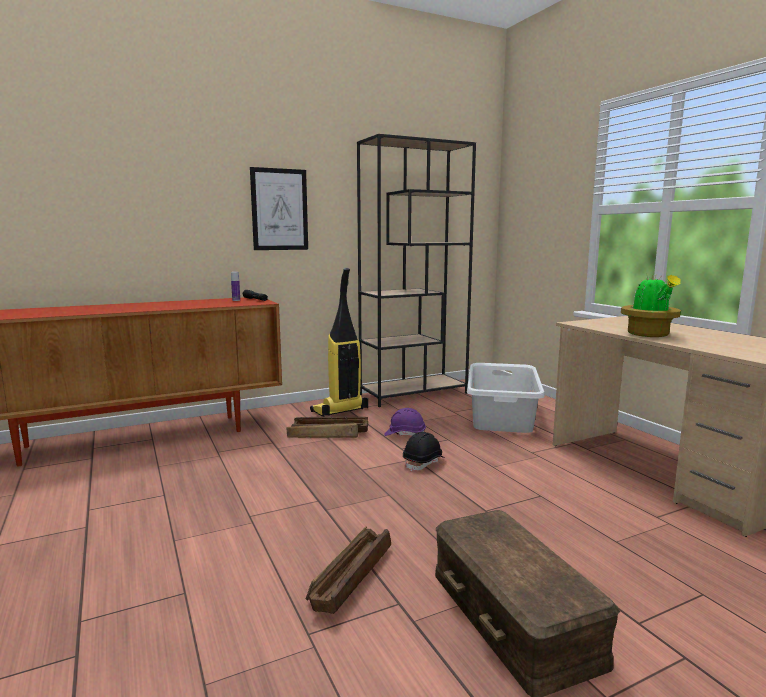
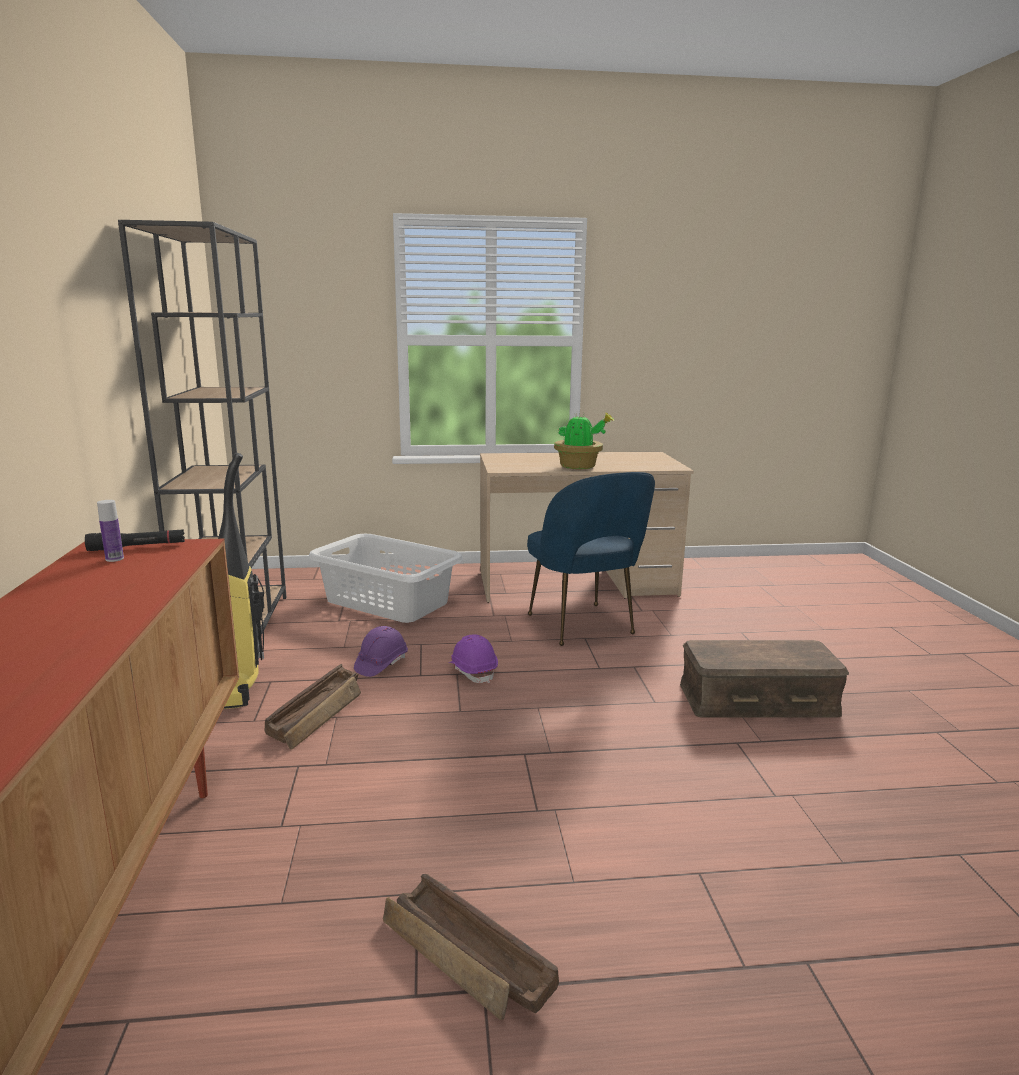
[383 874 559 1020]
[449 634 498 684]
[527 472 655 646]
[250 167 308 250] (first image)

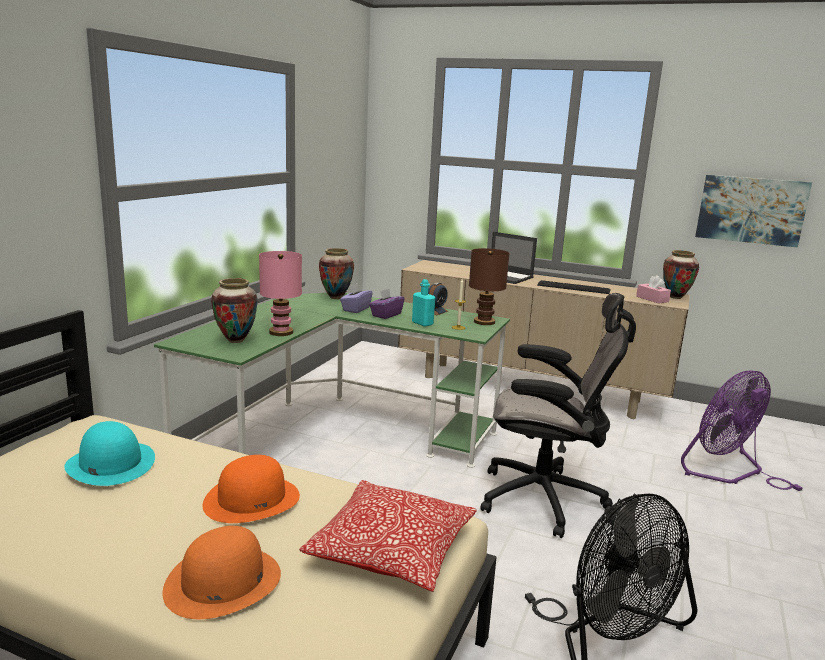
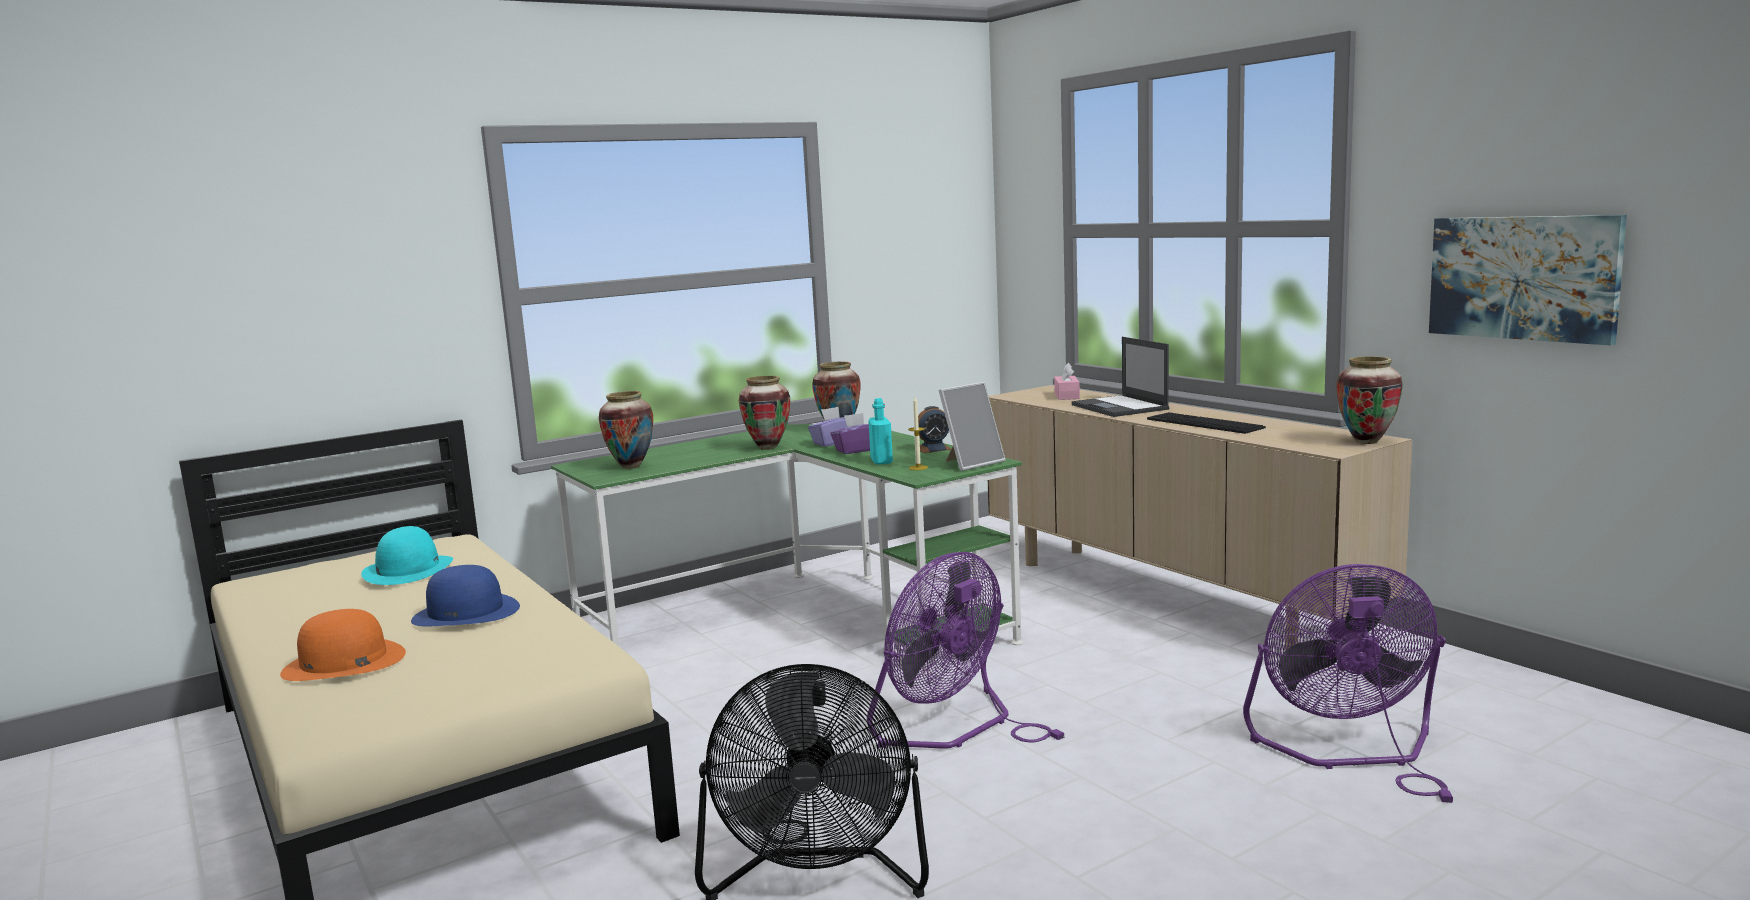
[411 565 520 626]
[739 376 790 450]
[867 552 1065 749]
[939 382 1006 471]
[1054 363 1080 400]
[259 251 302 336] (first image)
[299 480 477 592] (first image)

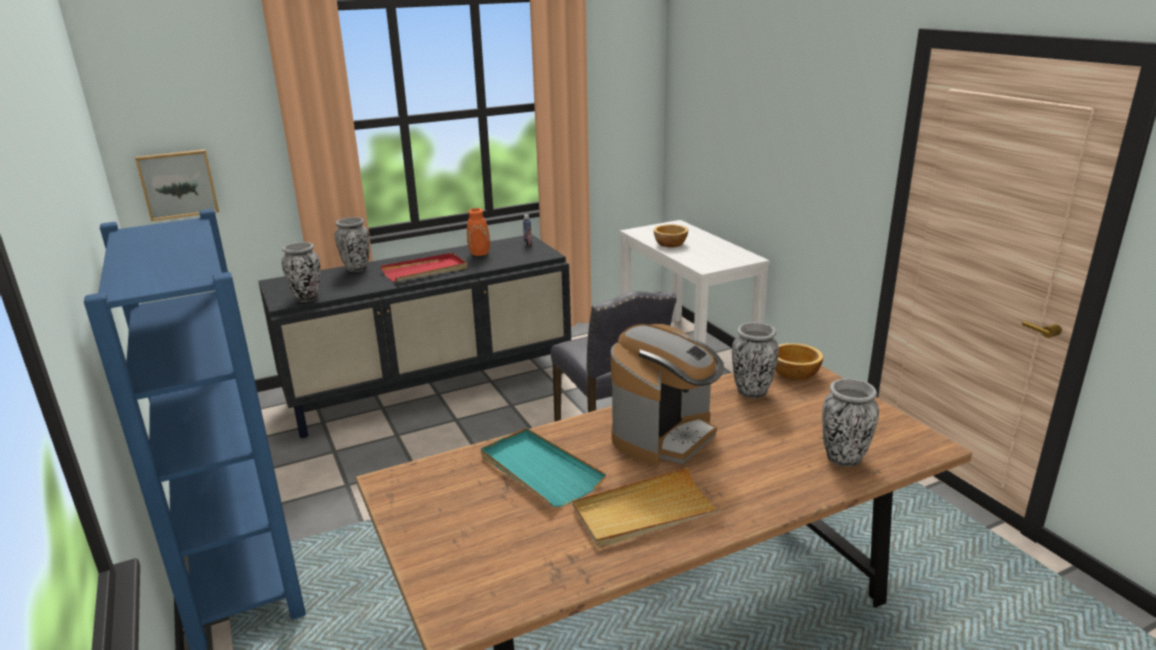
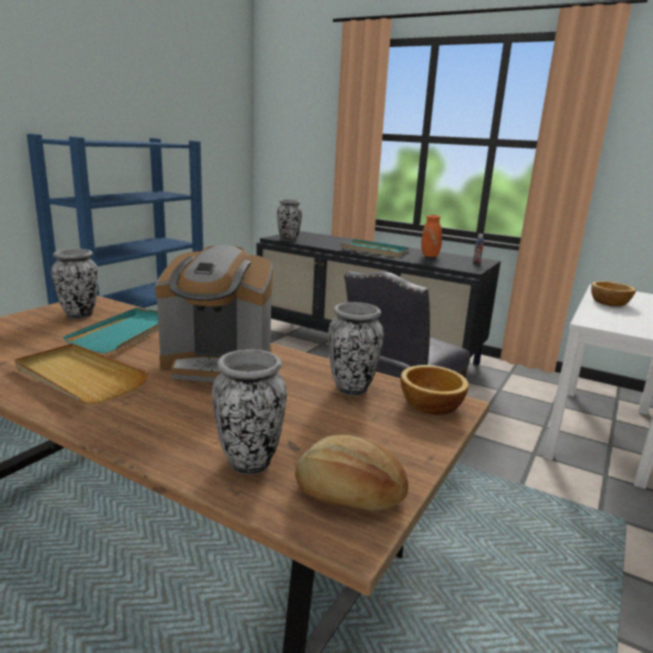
[51 249 98 319]
[295 434 408 511]
[340 239 409 257]
[135 149 219 221] (first image)

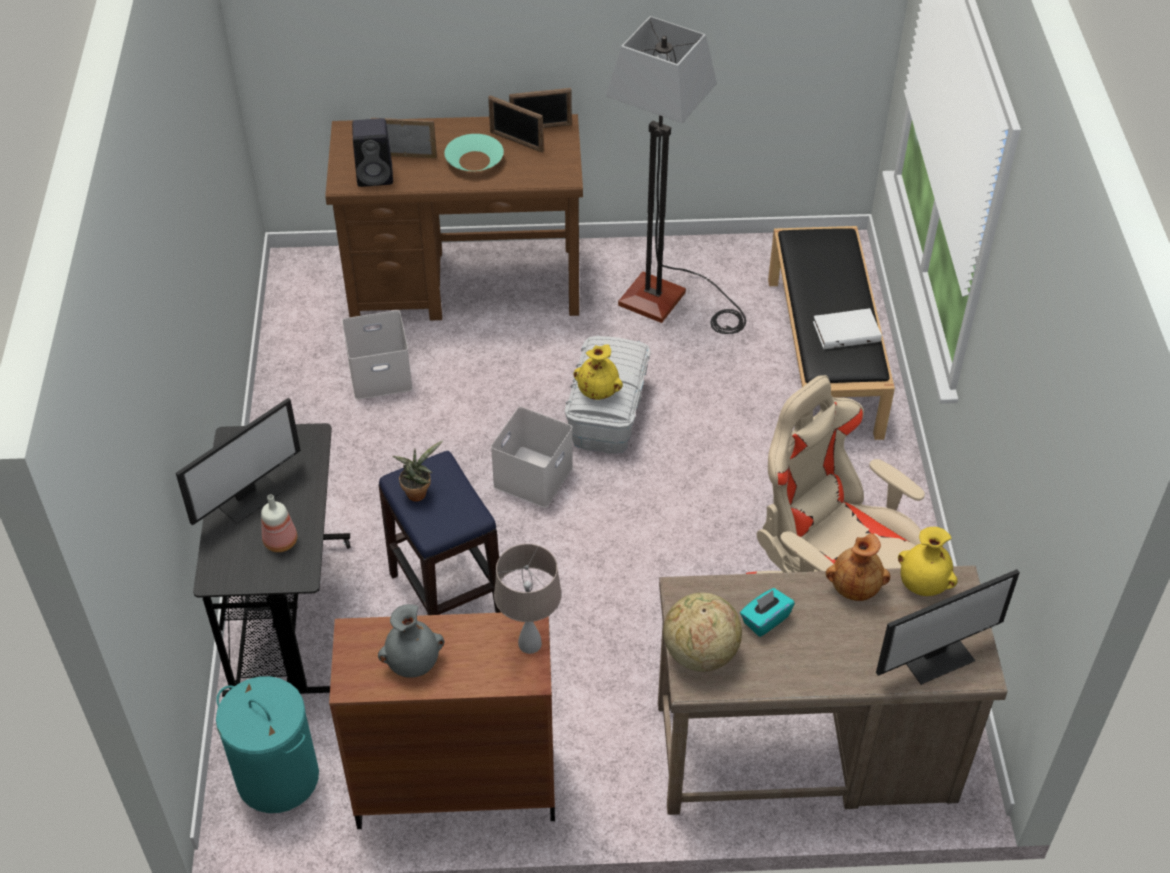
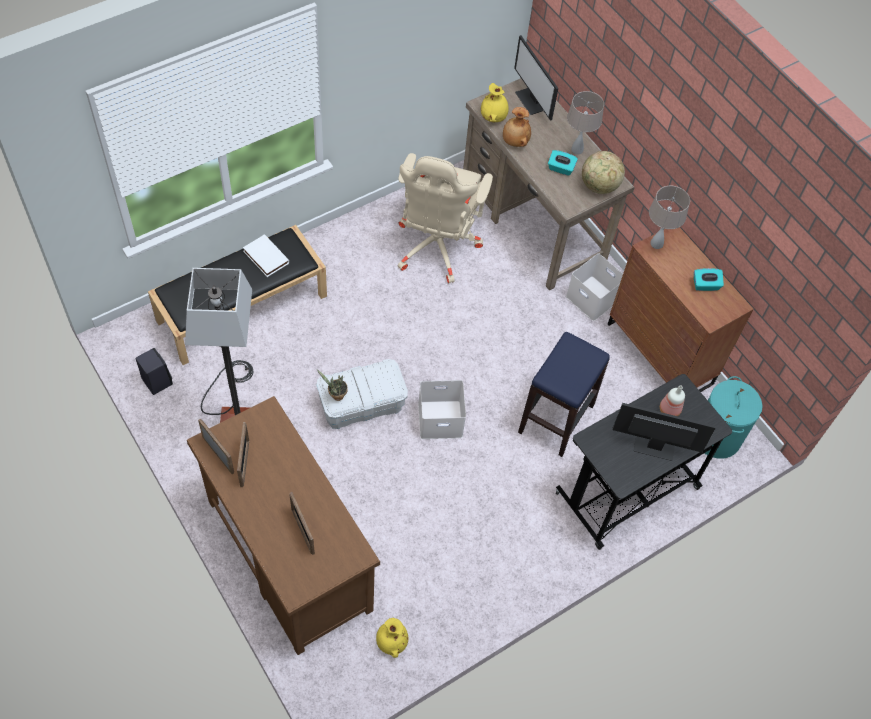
[135 348 173 395]
[317 369 348 401]
[376 618 408 658]
[514 35 558 121]
[566 253 623 321]
[567 91 604 154]
[694 268 724 291]
[444 134 504 171] (first image)

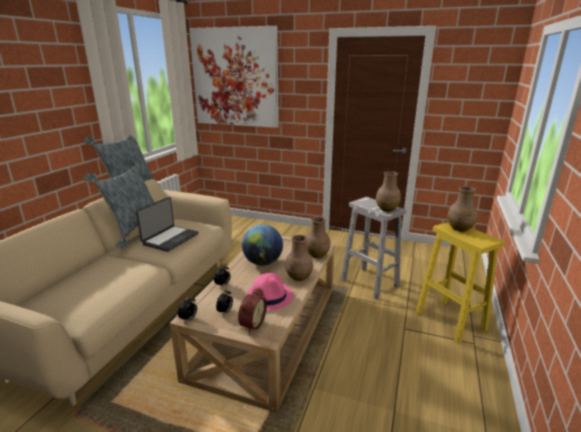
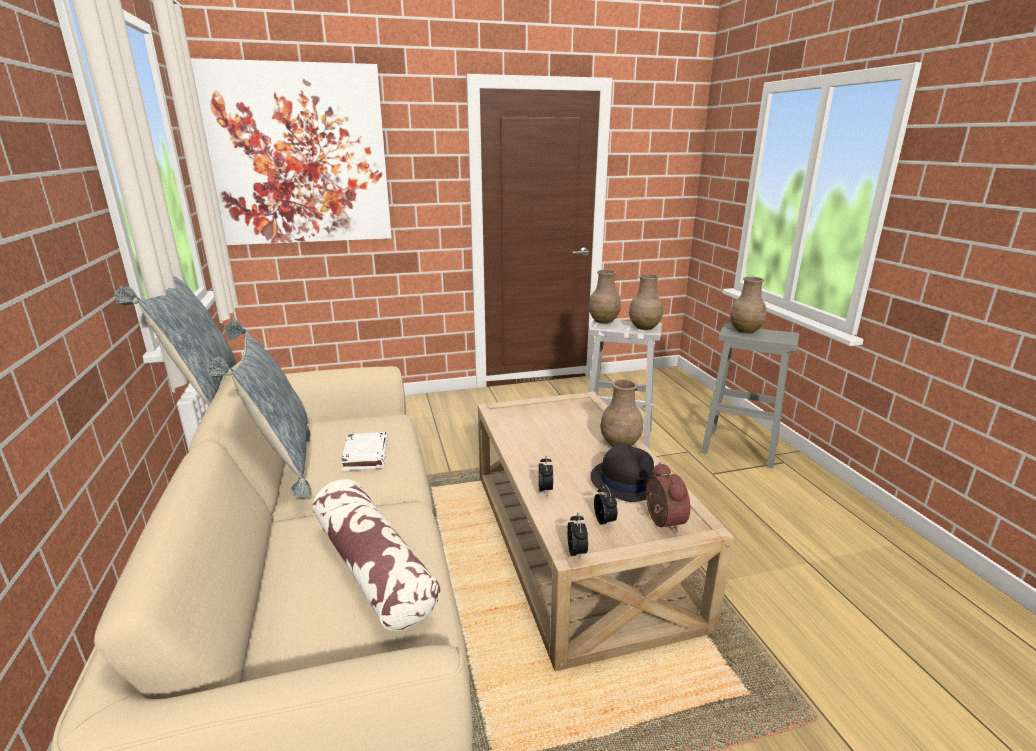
[313 479 440 631]
[341 432 388 471]
[588 270 621 324]
[590 444 661 502]
[701 324 799 469]
[242 224 283 266] (first image)

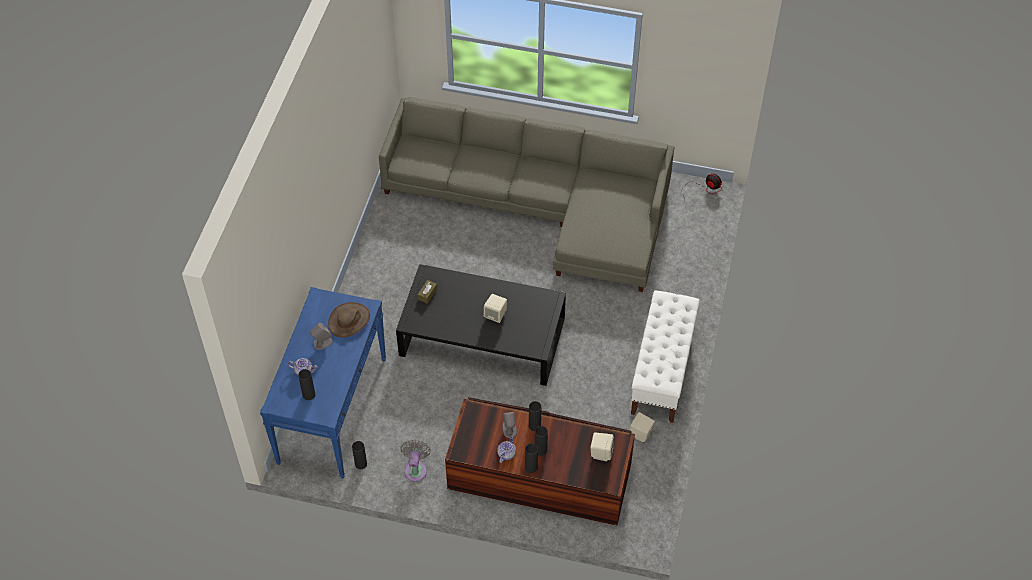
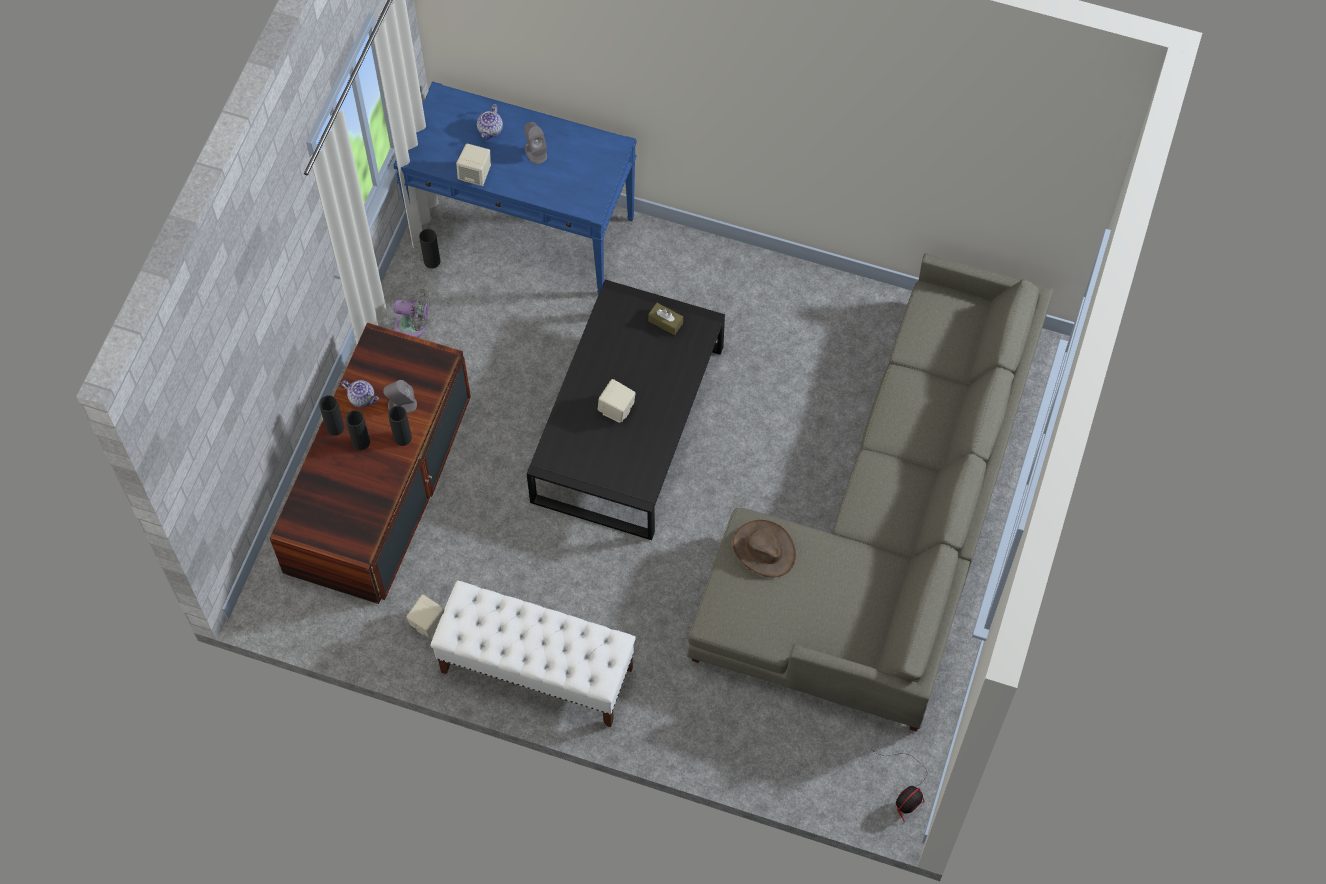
[456 143 491 186]
[733 520 796 578]
[298 369 315 400] (first image)

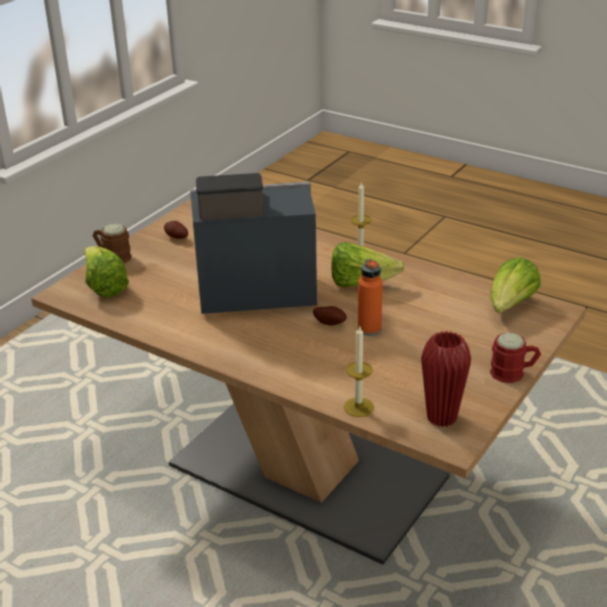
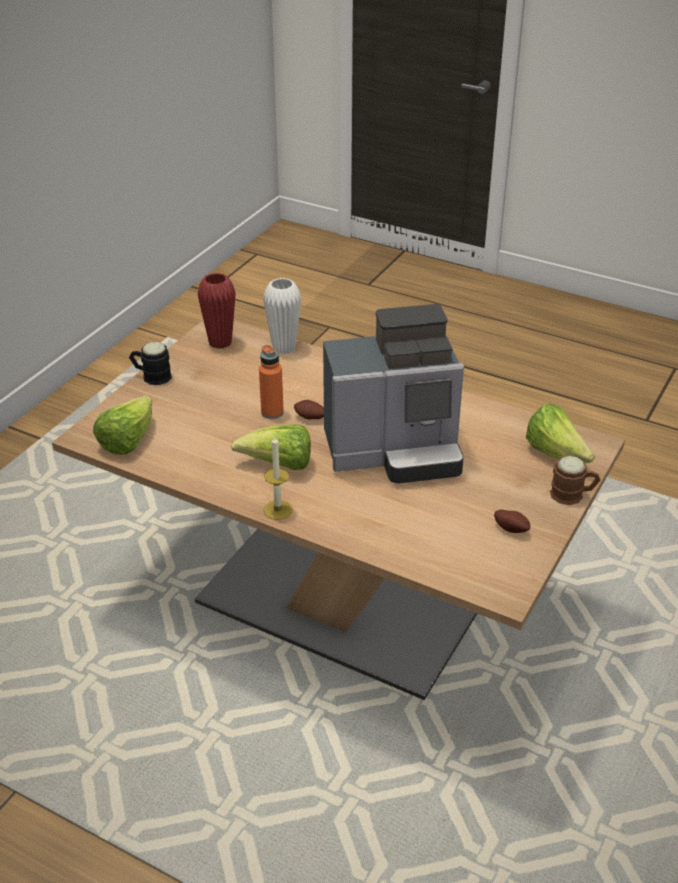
[129 342 172 385]
[263 278 301 354]

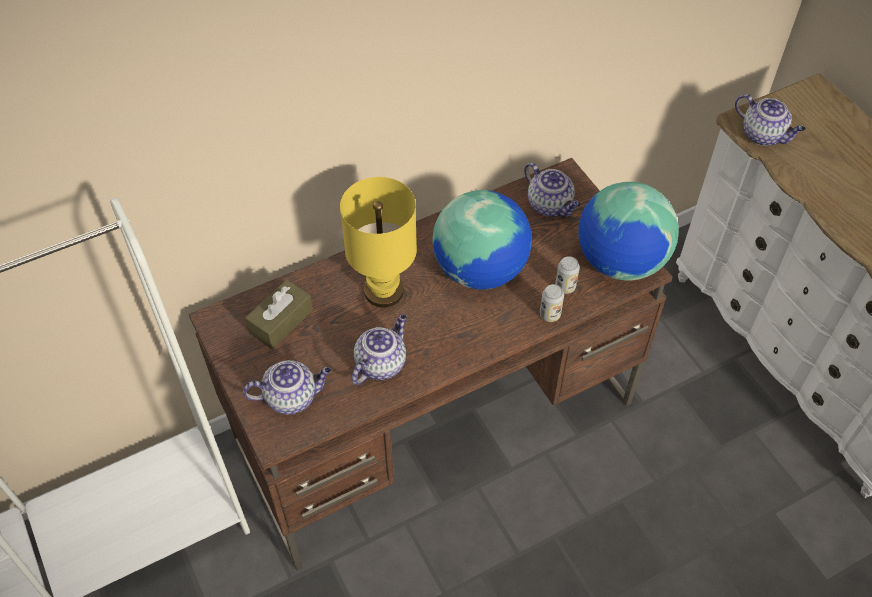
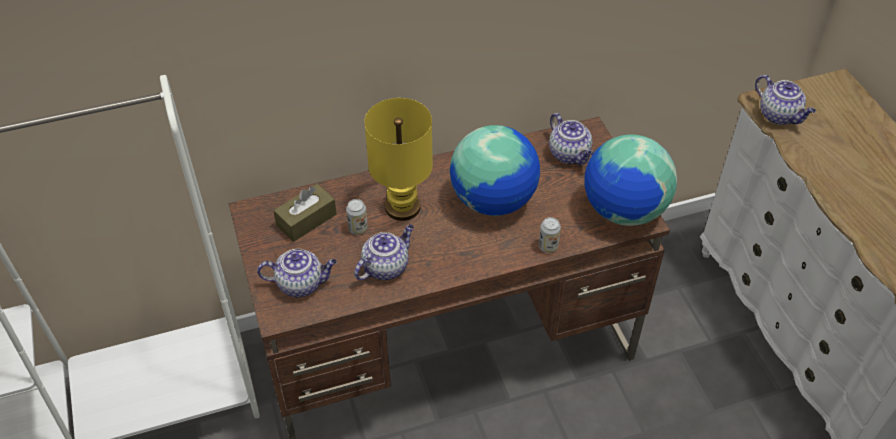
[346 199 368 235]

